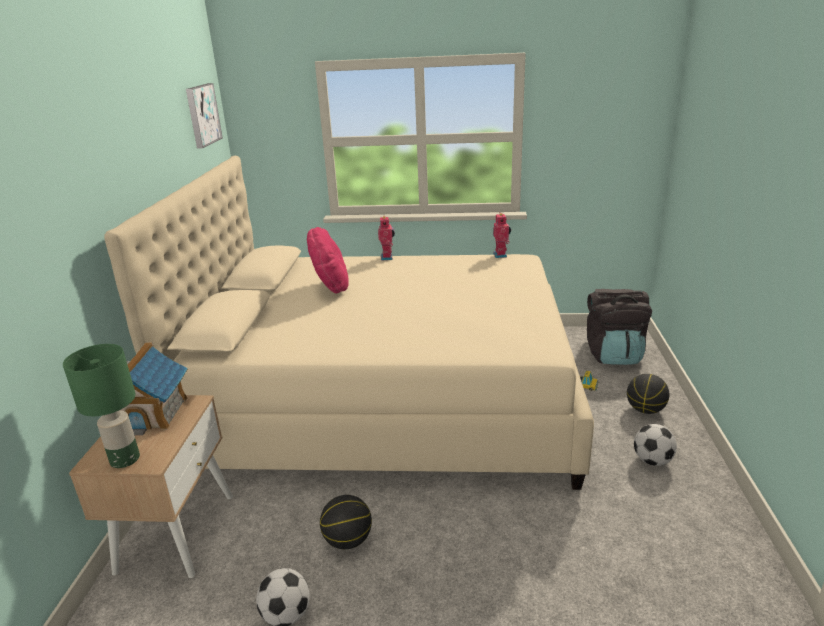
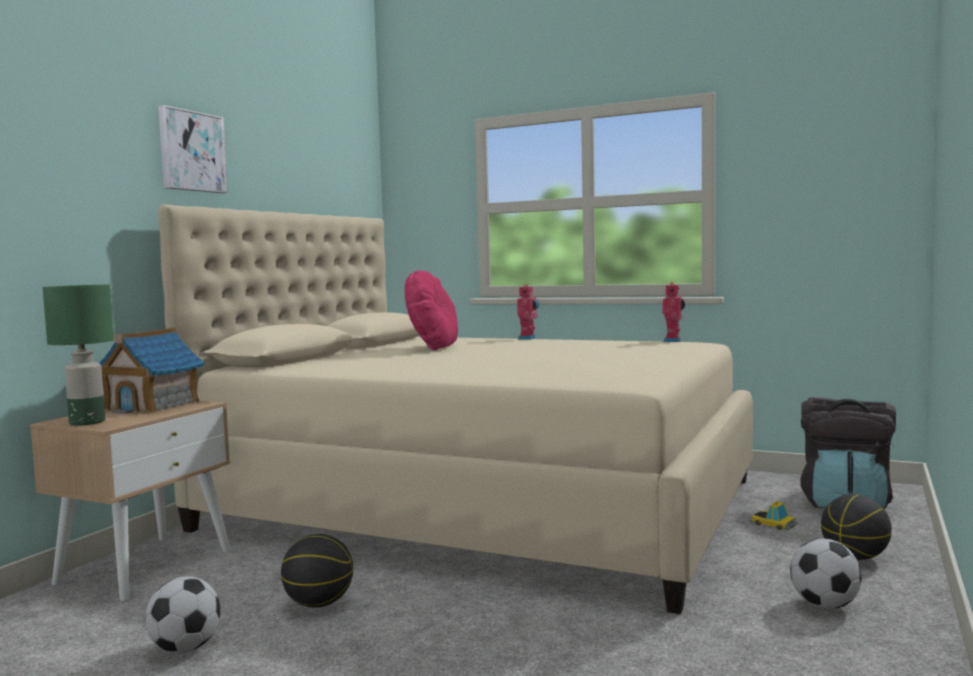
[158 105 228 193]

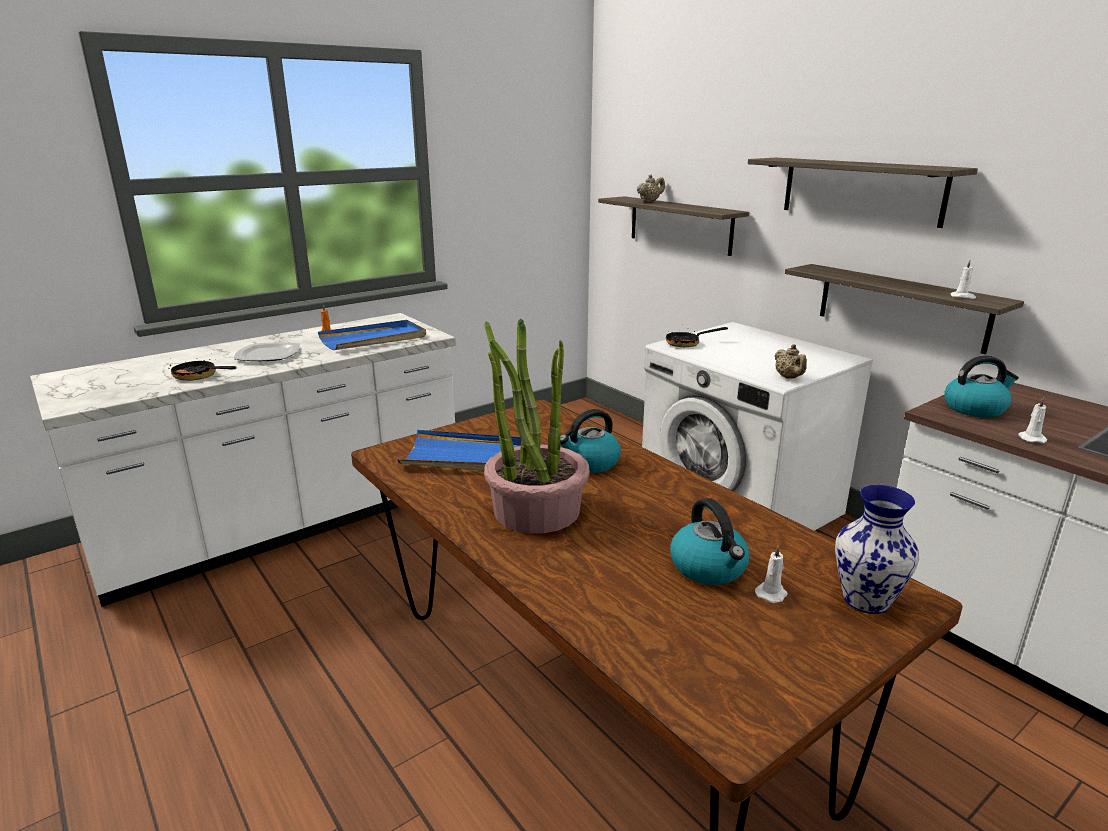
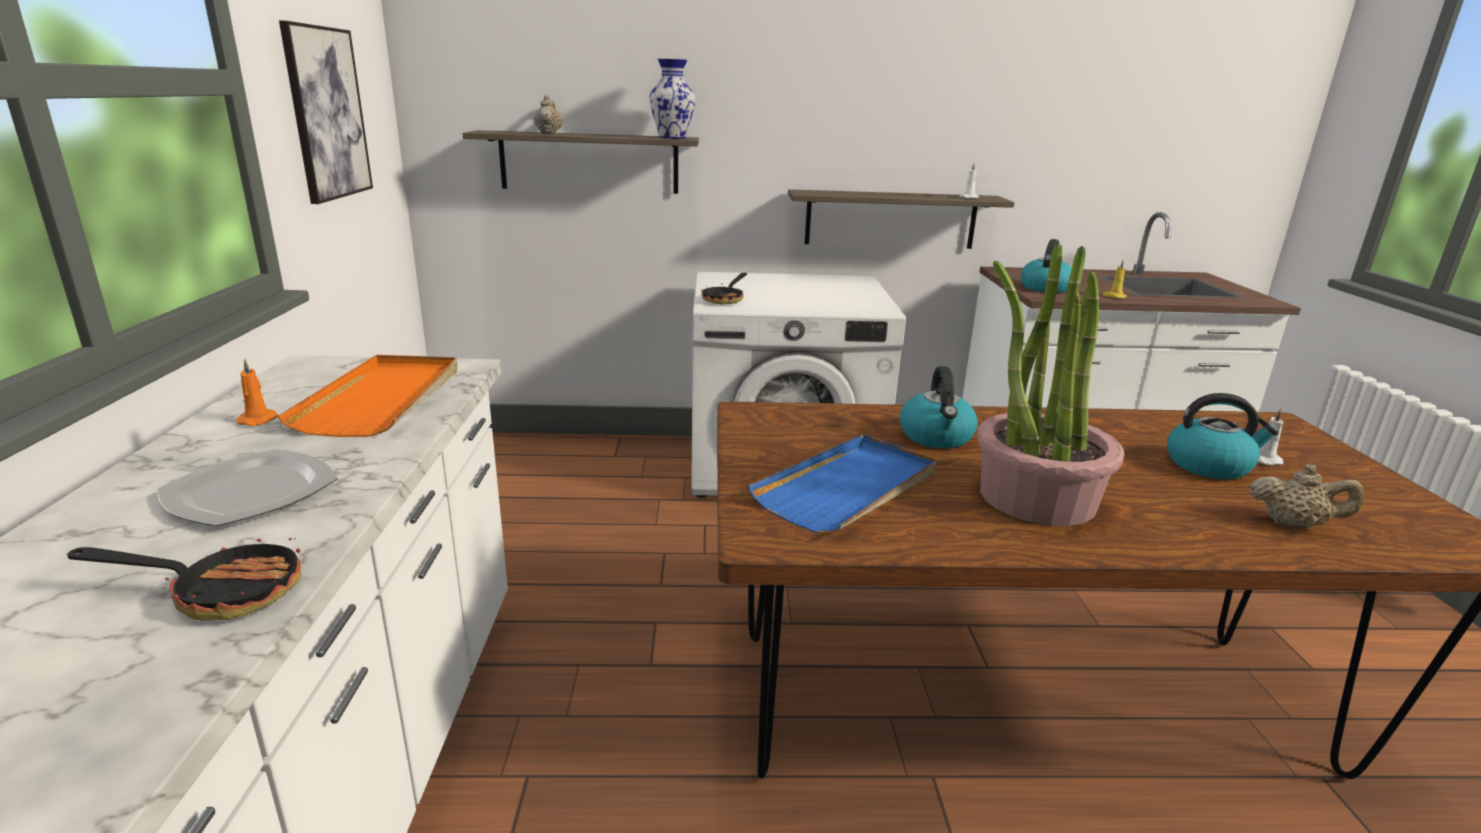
[67 538 301 620]
[277 355 458 437]
[279 20 373 204]
[649 59 696 139]
[1102 261 1127 299]
[1250 464 1364 528]
[748 158 978 228] (first image)

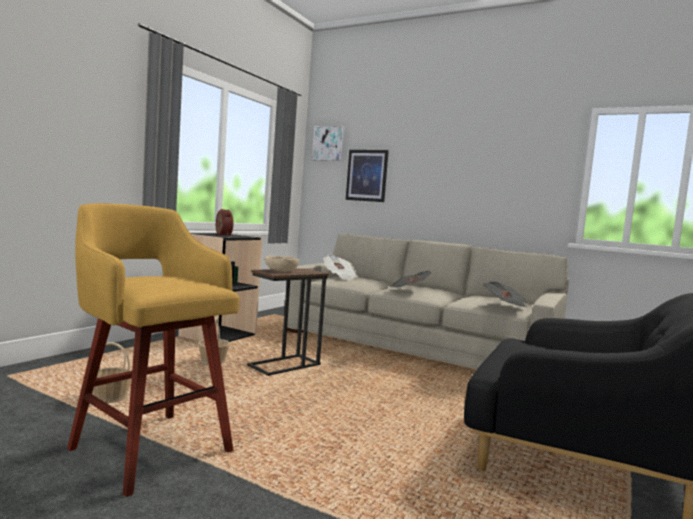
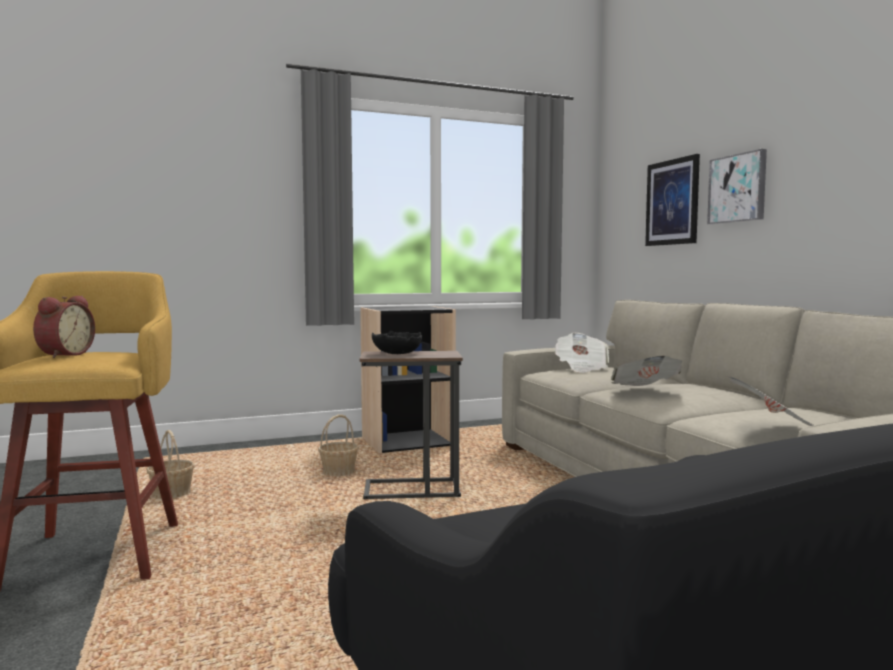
[33 296 95 358]
[372 331 422 354]
[707 149 767 224]

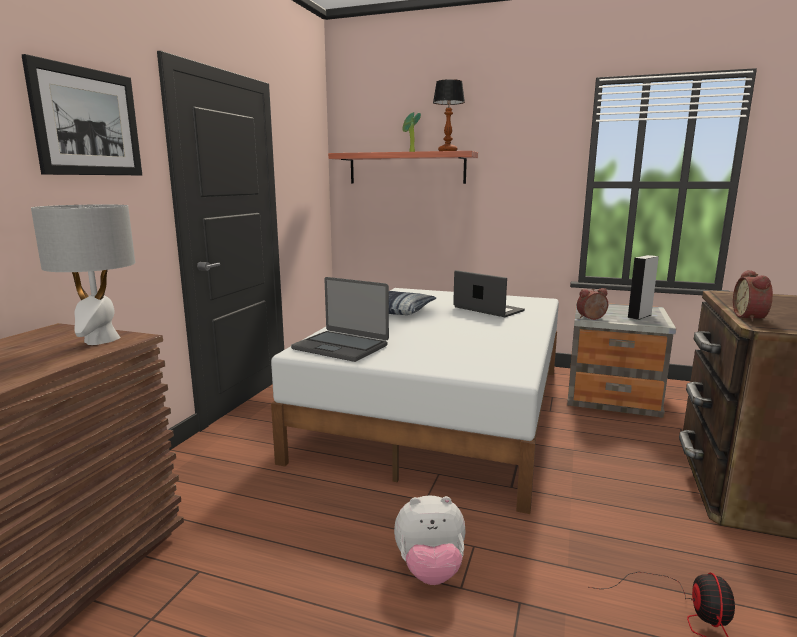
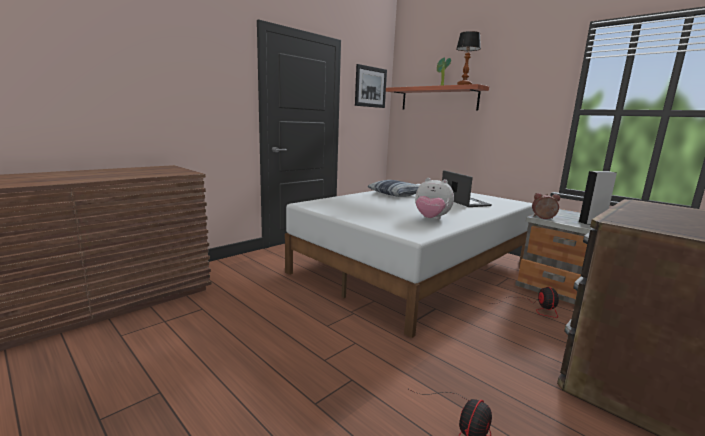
[355 64 387 108]
[415 178 454 219]
[501 287 559 318]
[31 204 135 345] (first image)
[291 277 389 362] (first image)
[733 270 773 322] (first image)

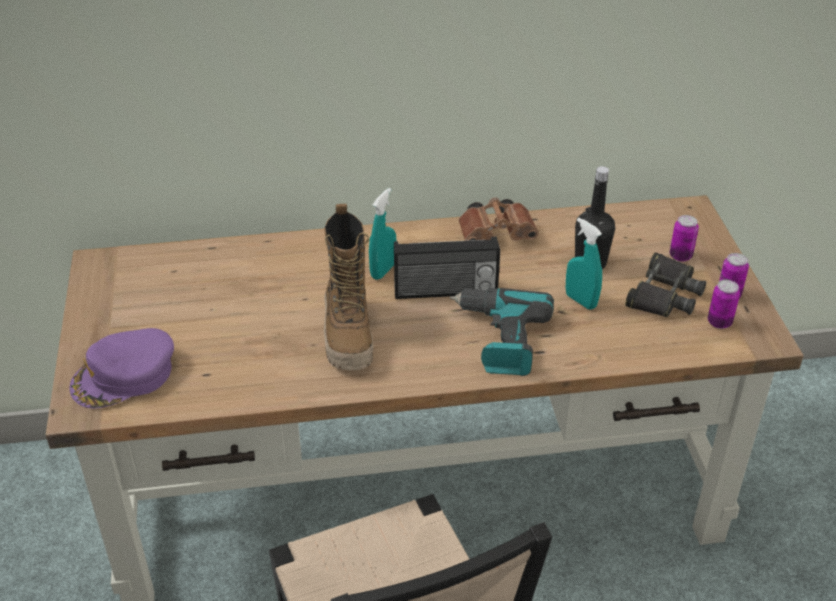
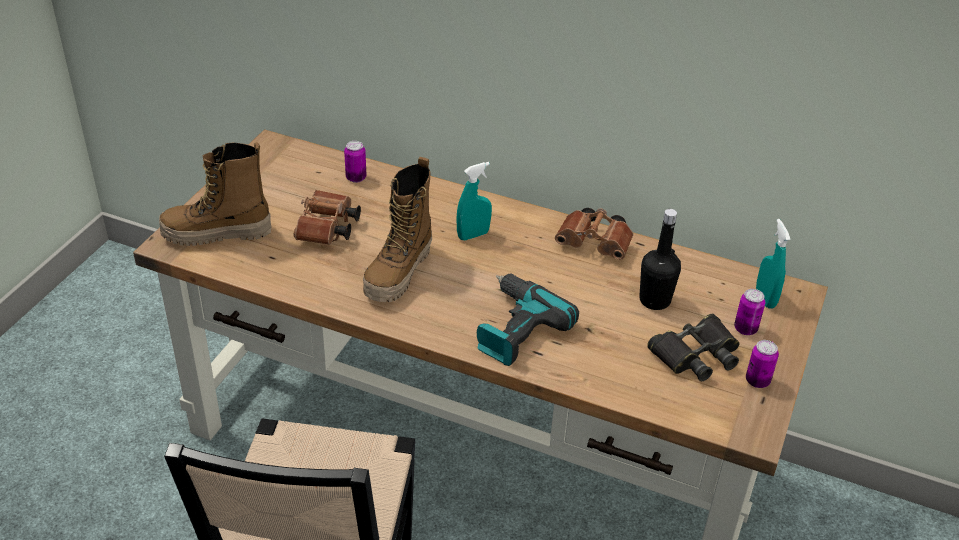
[159 142 271 246]
[294 190 361 245]
[344 141 366 183]
[756 219 791 308]
[394 237 500 299] (first image)

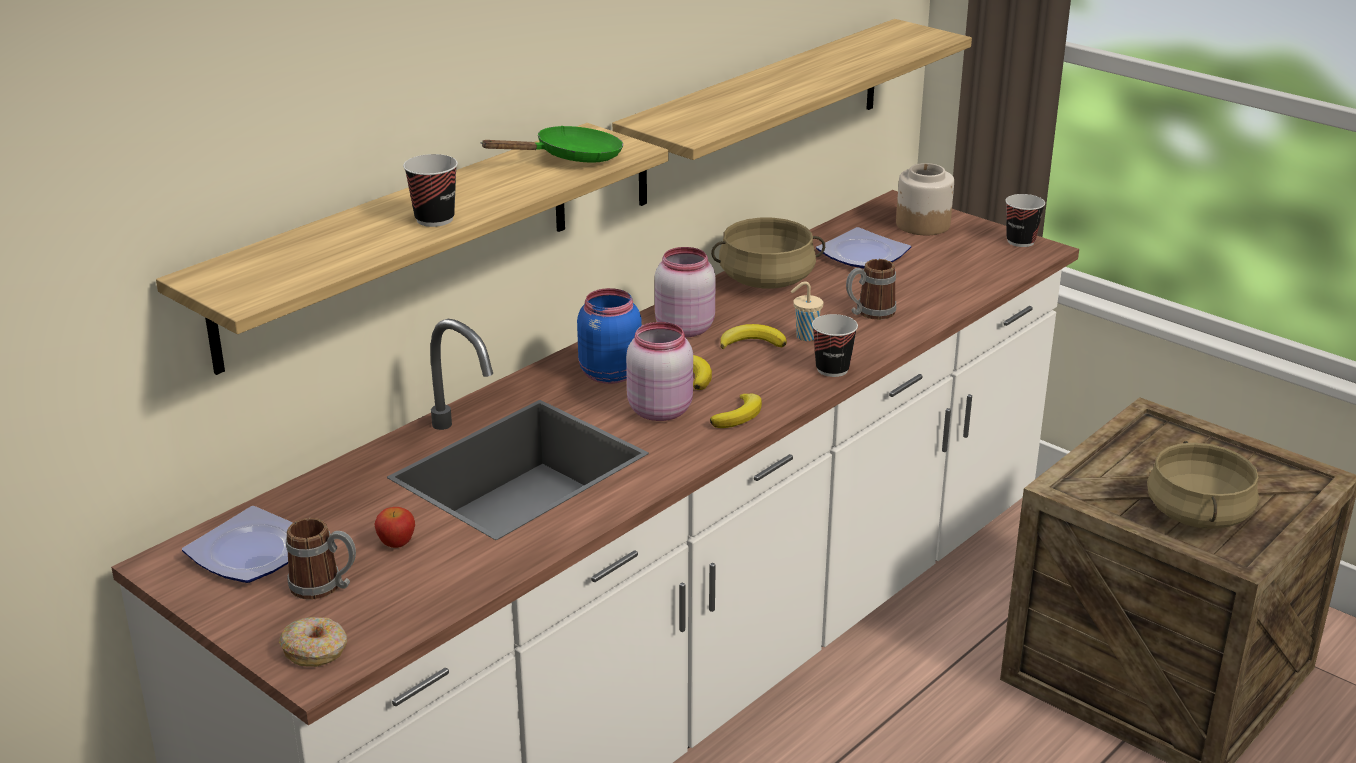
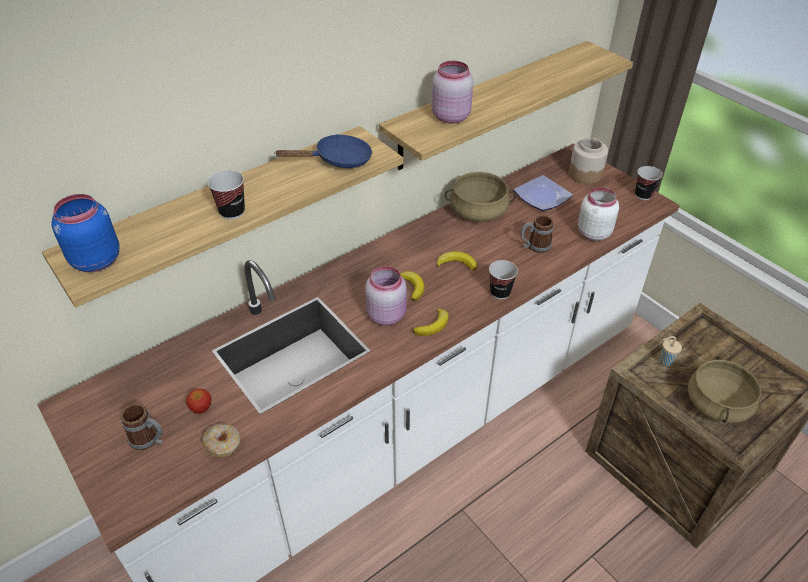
[52 194 119 272]
[202 423 241 457]
[274 134 372 168]
[432 61 473 124]
[578 187 619 241]
[660 336 682 366]
[182 506 293 583] (first image)

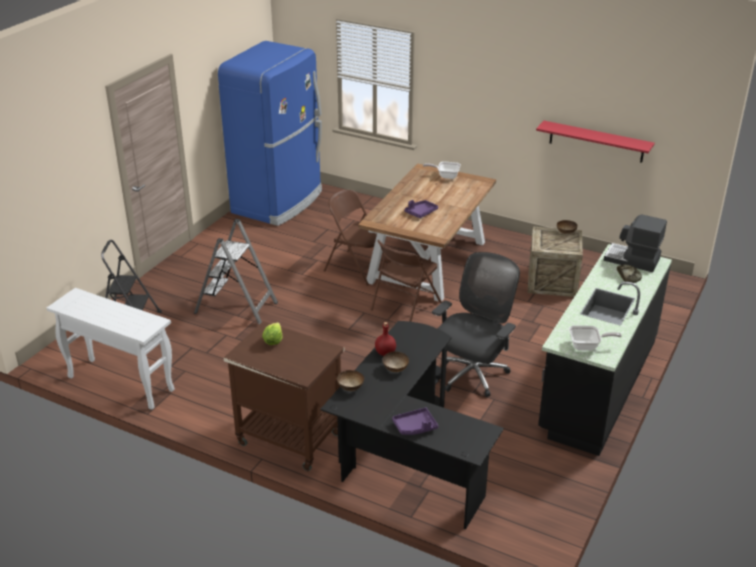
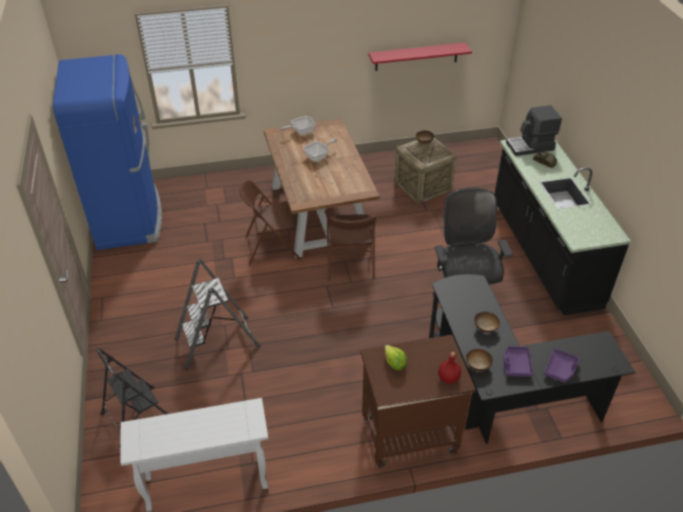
[303 139 337 162]
[438 352 461 384]
[504 346 533 377]

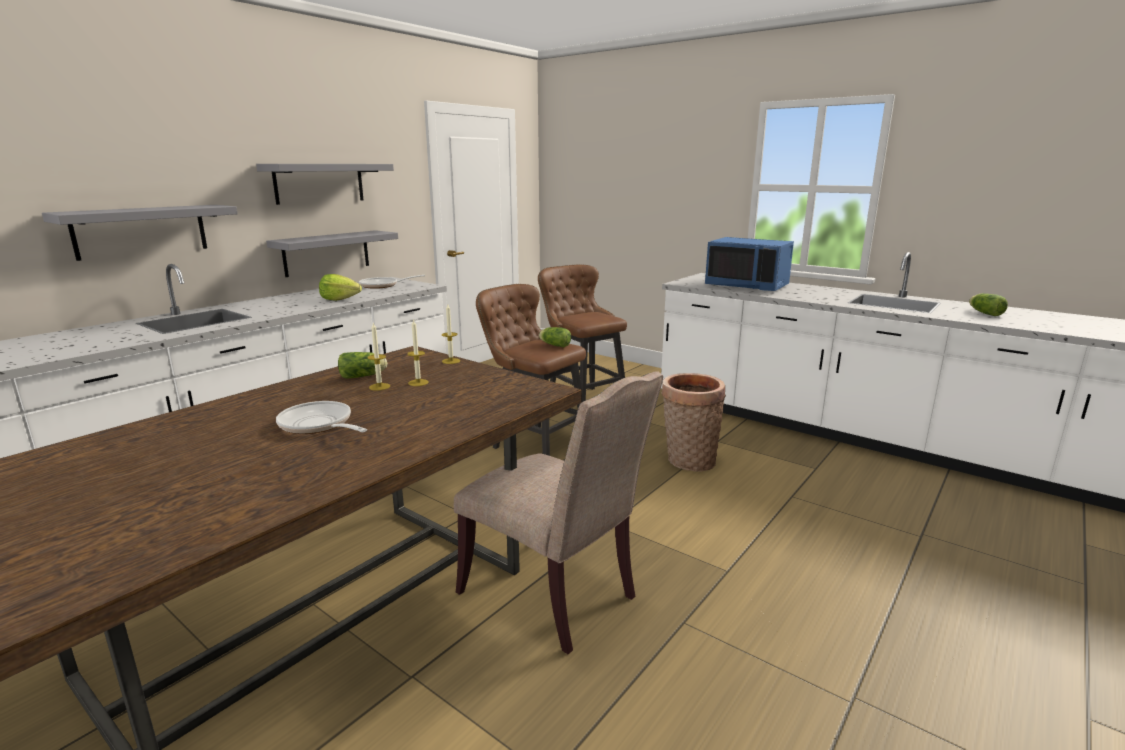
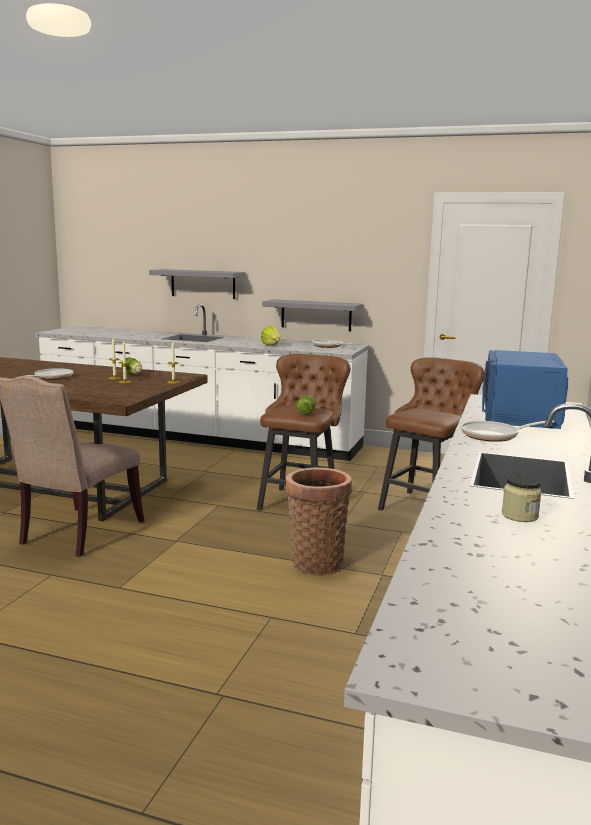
[461 421 554 442]
[502 475 541 522]
[256 164 394 205] (first image)

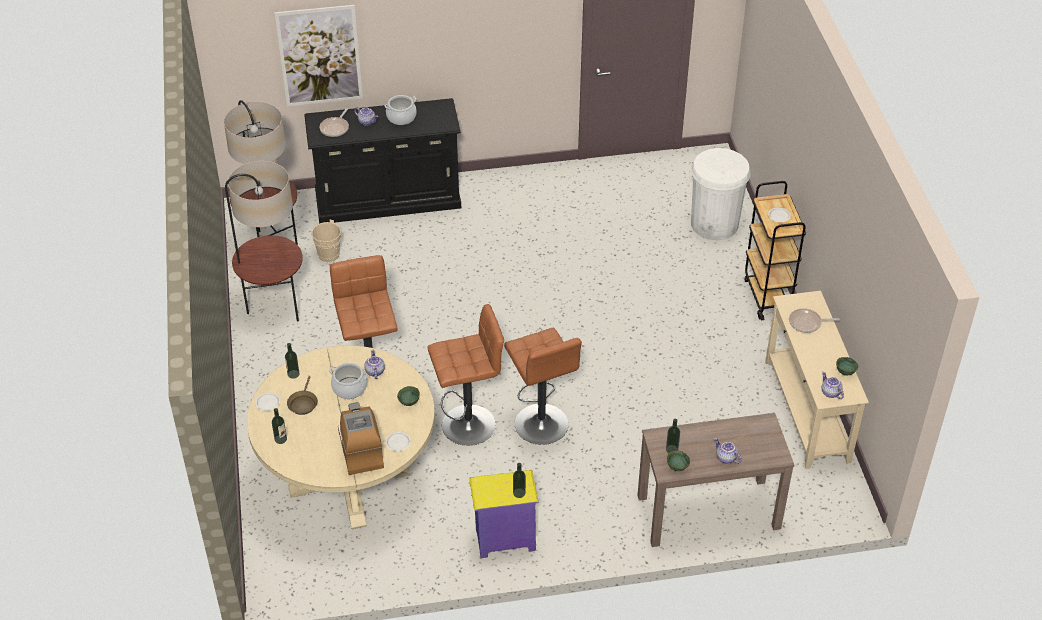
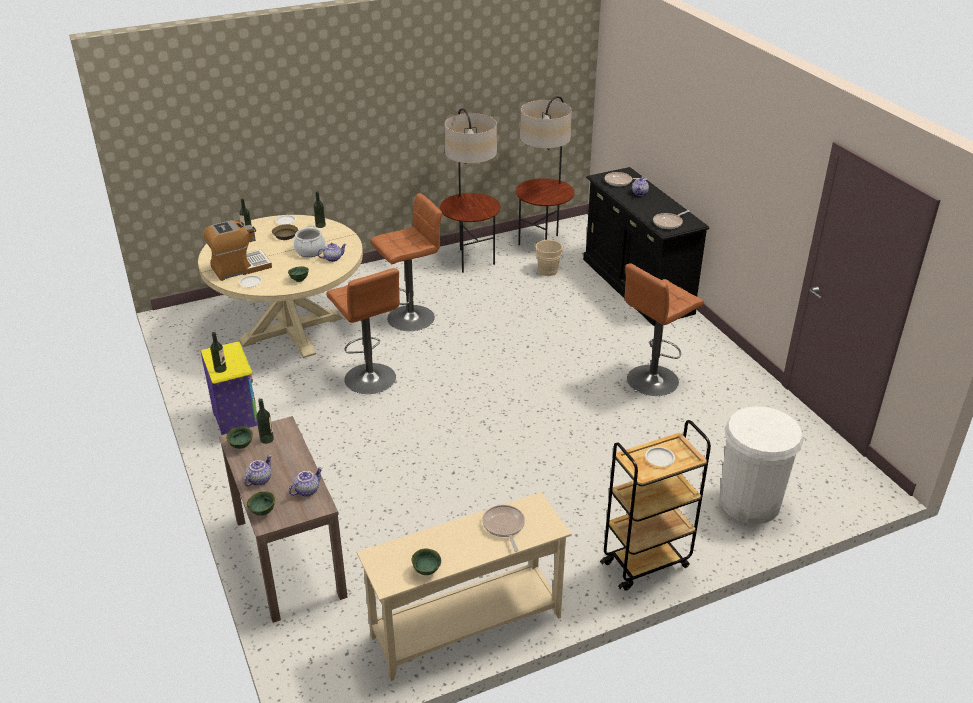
[247 492 275 516]
[289 467 323 497]
[624 263 704 396]
[653 210 689 229]
[275 5 363 106] (first image)
[385 95 416 125] (first image)

